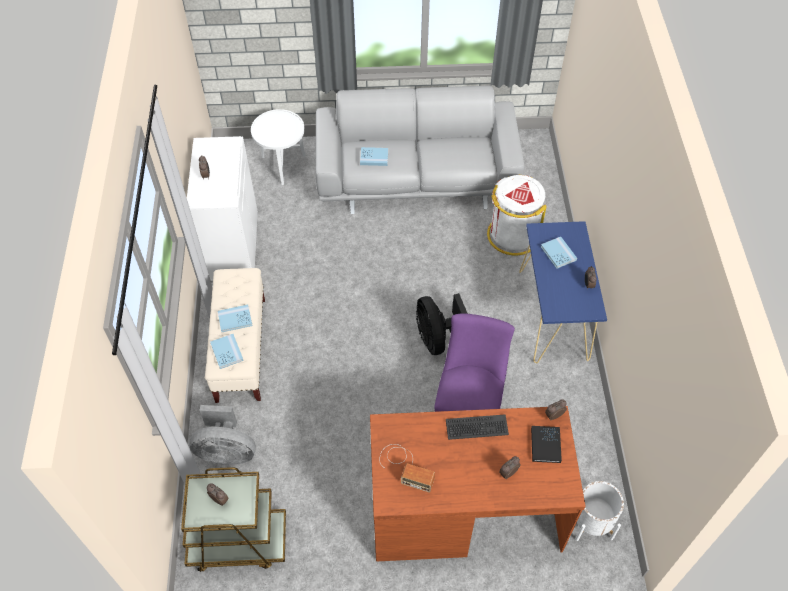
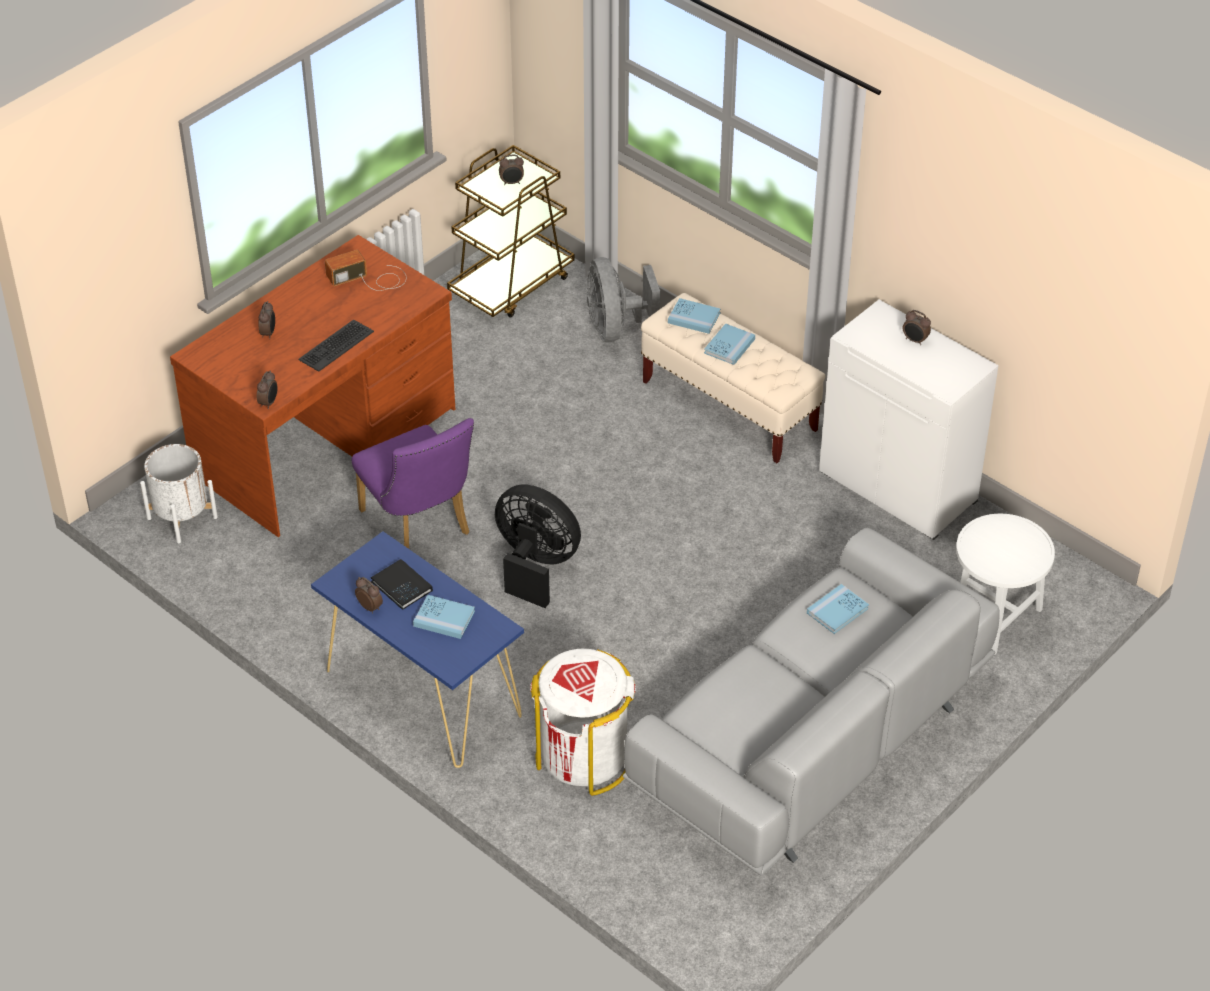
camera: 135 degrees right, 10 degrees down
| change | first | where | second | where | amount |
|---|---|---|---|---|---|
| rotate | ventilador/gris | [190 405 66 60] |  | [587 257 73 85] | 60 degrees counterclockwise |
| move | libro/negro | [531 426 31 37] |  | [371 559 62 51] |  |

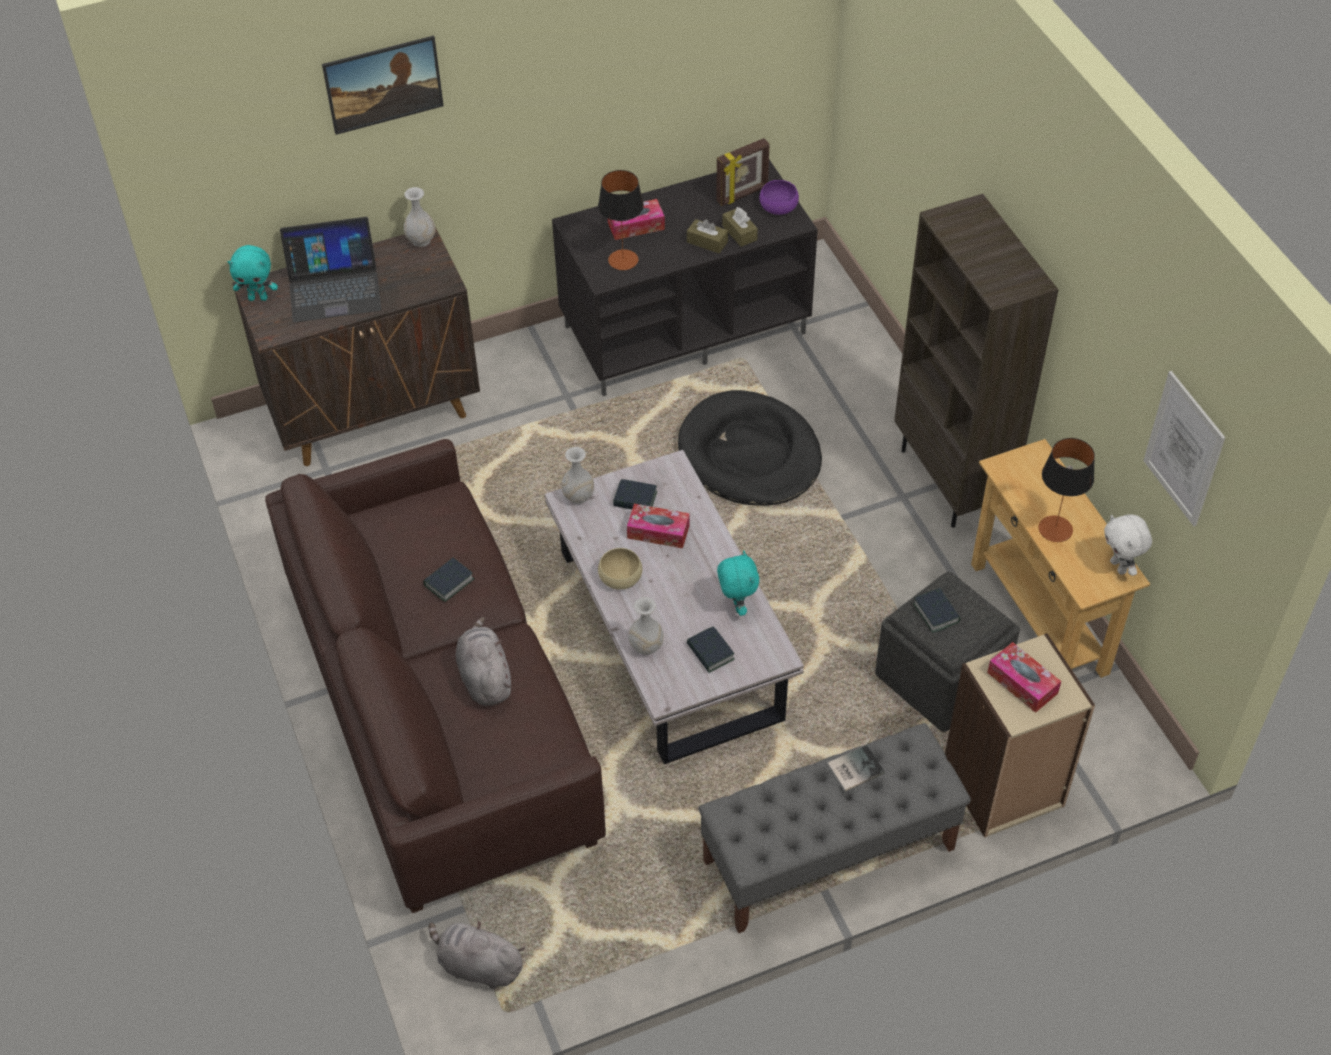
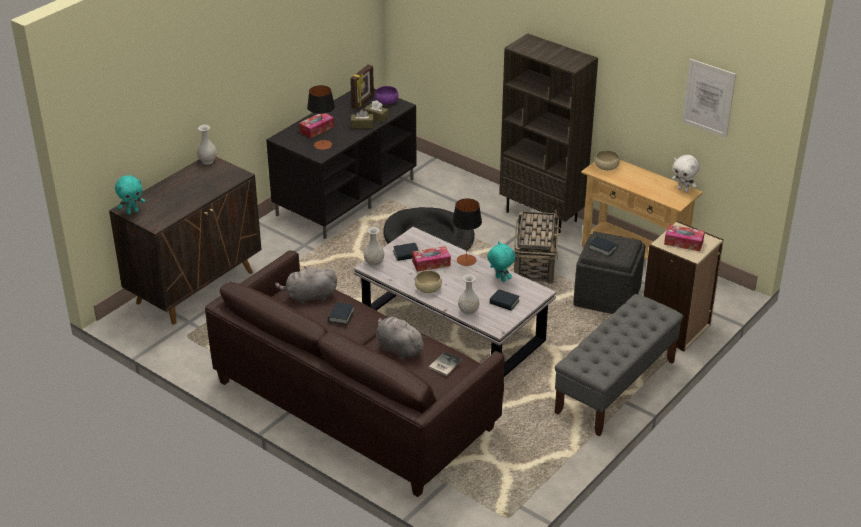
camera: 30 degrees left, 15 degrees down
| change | first | where | second | where | amount |
|---|---|---|---|---|---|
| delete | portátil | [280 217 101 106] |  |  |  |
| delete | cuadro | [322 36 122 99] |  |  |  |
| move | peluche/gris | [429 921 96 68] |  | [275 266 62 38] |  |
| move | libro | [827 745 58 46] |  | [429 352 34 24] |  |
| move | lámpara de mesa | [1039 438 56 104] |  | [452 198 30 68] |  |
| insert |  |  | cesta | [514 209 48 75] |  |
| insert |  |  | cuenco/beis | [595 150 25 20] |  |

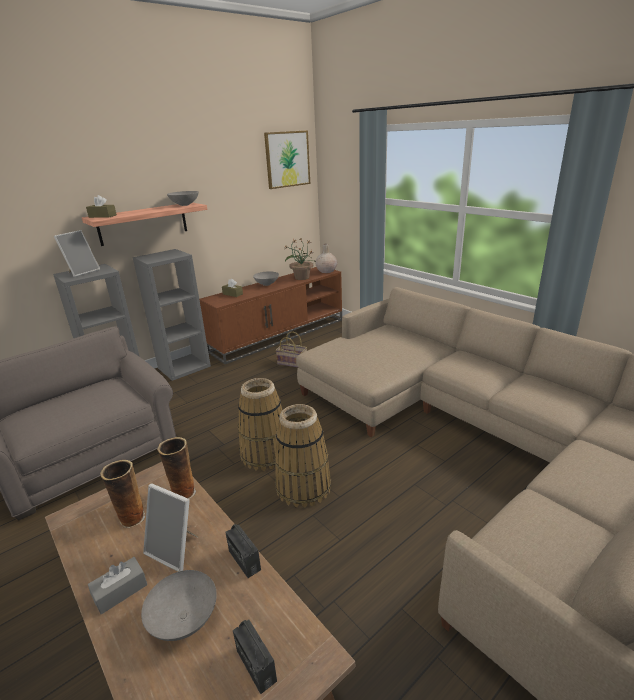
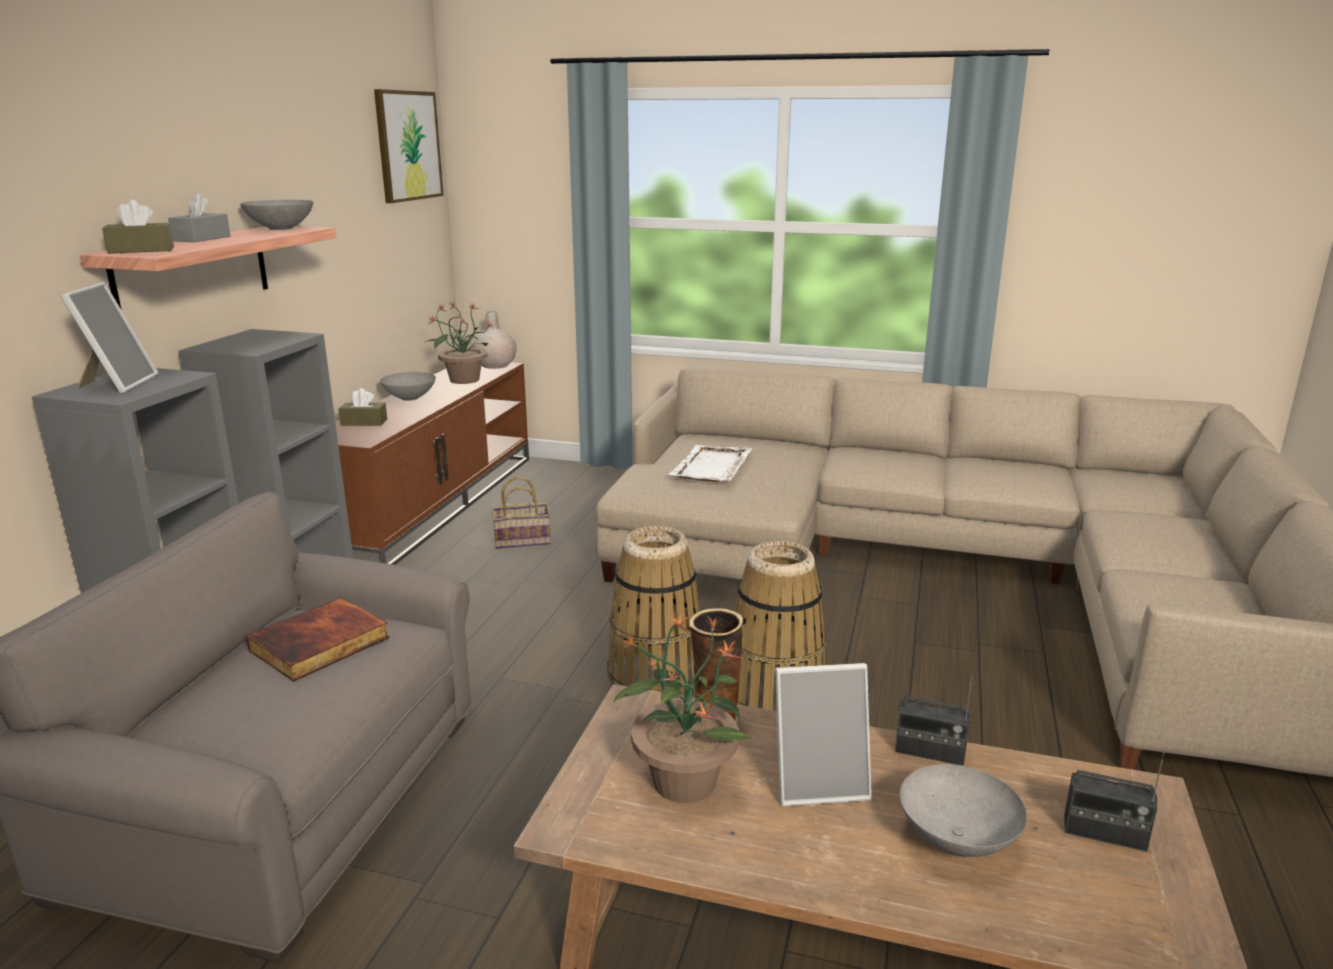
camera: 35 degrees left, 5 degrees down
| change | first | where | second | where | amount |
|---|---|---|---|---|---|
| move | caja de pañuelos/gris | [88 557 60 57] |  | [168 193 63 49] |  |
| replace | florero | [100 460 45 68] | planta en maceta | [613 613 137 190] |  |
| insert |  |  | libro | [246 597 144 85] |  |
| insert |  |  | bandeja/blanco | [668 445 85 37] |  |

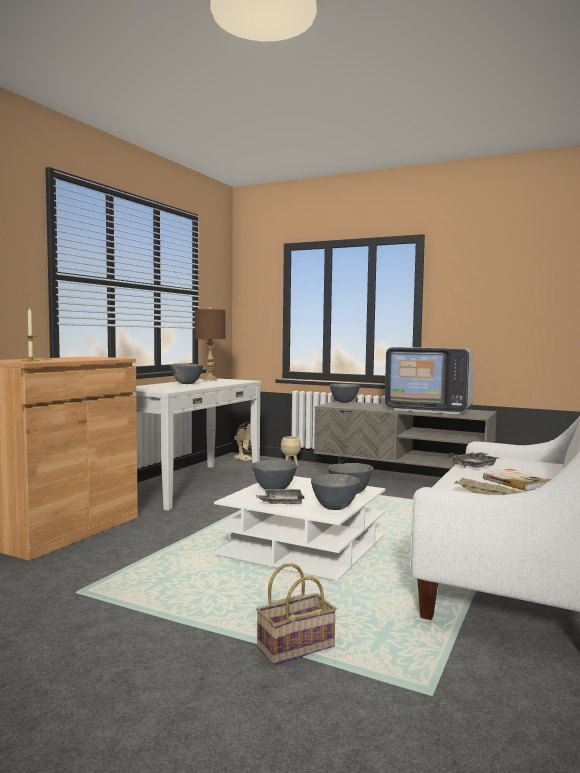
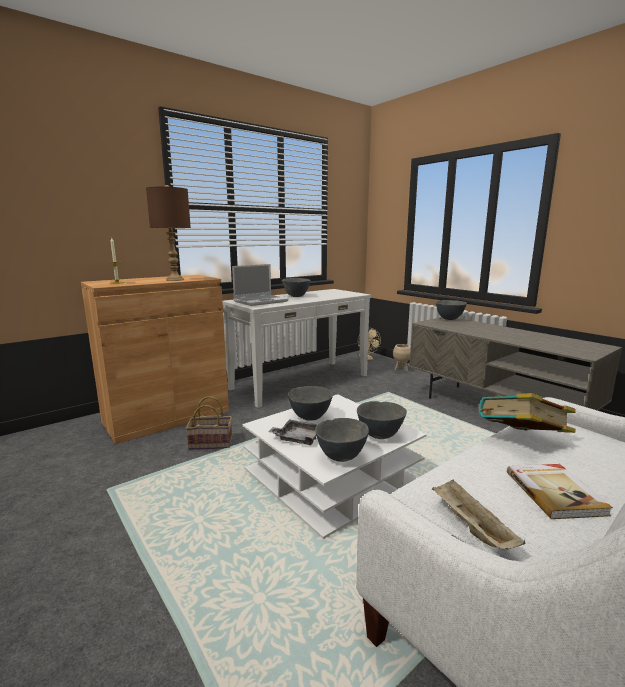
camera: 25 degrees right, 10 degrees up
| change | first | where | second | where | amount |
|---|---|---|---|---|---|
| move | lámpara de mesa/marrón | [195 307 31 74] |  | [146 185 45 96] |  |
| move | cesta | [256 563 81 103] |  | [186 396 46 54] |  |
| delete | televisor | [385 347 89 67] |  |  |  |
| replace | bandeja/gris | [449 452 50 16] | libro | [479 393 97 40] |  |
| insert |  |  | portátil | [232 264 56 42] |  |

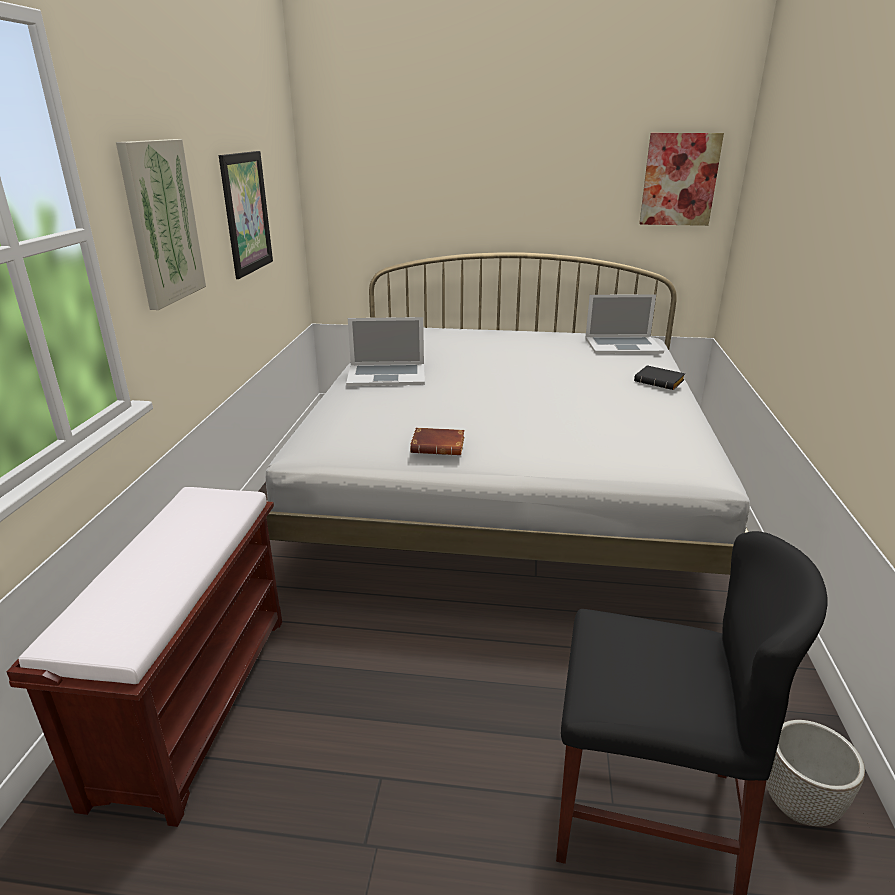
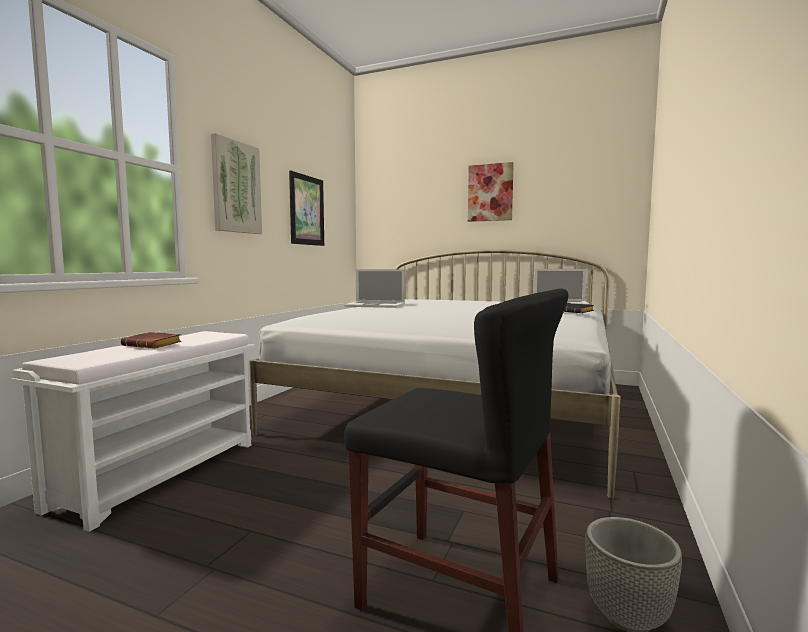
camera: 15 degrees right, 20 degrees down
| change | first | where | second | where | amount |
|---|---|---|---|---|---|
| recolor | banco/marrón | [6 487 276 340] | banco/blanco | [12 331 243 201] |  |
| move | libro/marrón | [410 428 54 27] |  | [121 332 60 17] |  |
| move | cuadro | [639 133 85 93] |  | [468 162 46 60] |  |

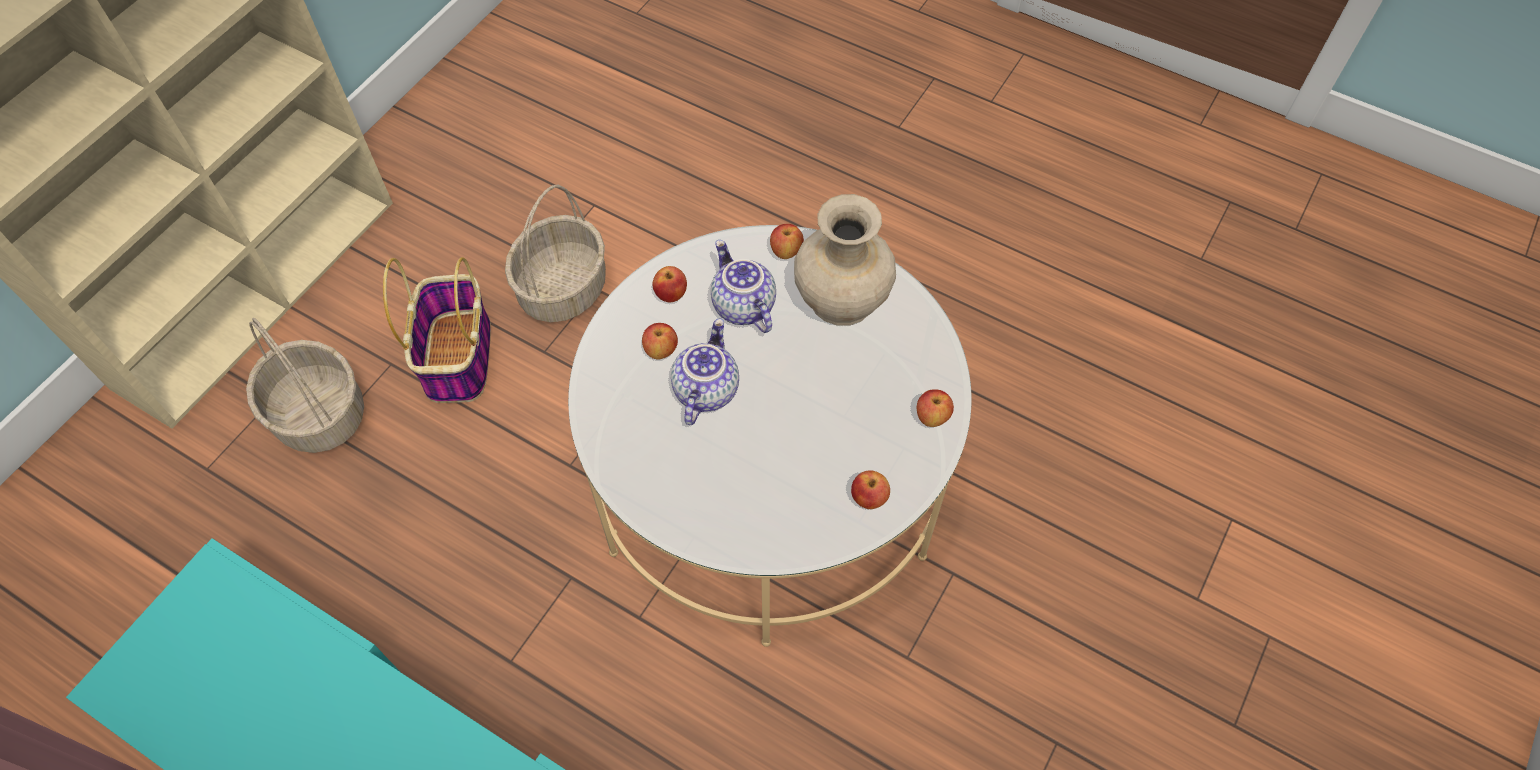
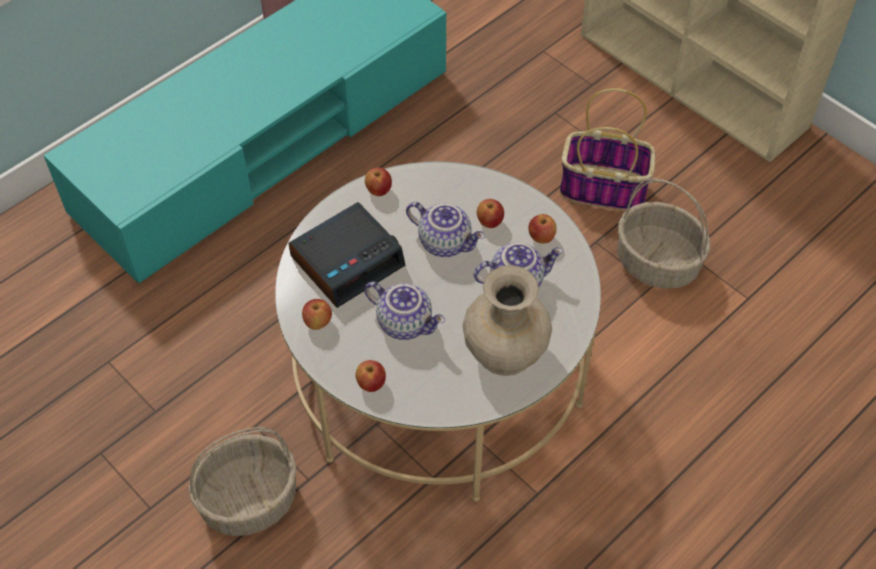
camera: 105 degrees right, 5 degrees down
| change | first | where | second | where | amount |
|---|---|---|---|---|---|
| move | cesta | [246 318 118 135] |  | [188 427 109 109] |  |
| move | manzana | [770 224 34 35] |  | [365 167 27 29] |  |
| insert |  |  | despertador | [288 202 117 106] |  |
| insert |  |  | tetera | [364 281 81 59] |  |

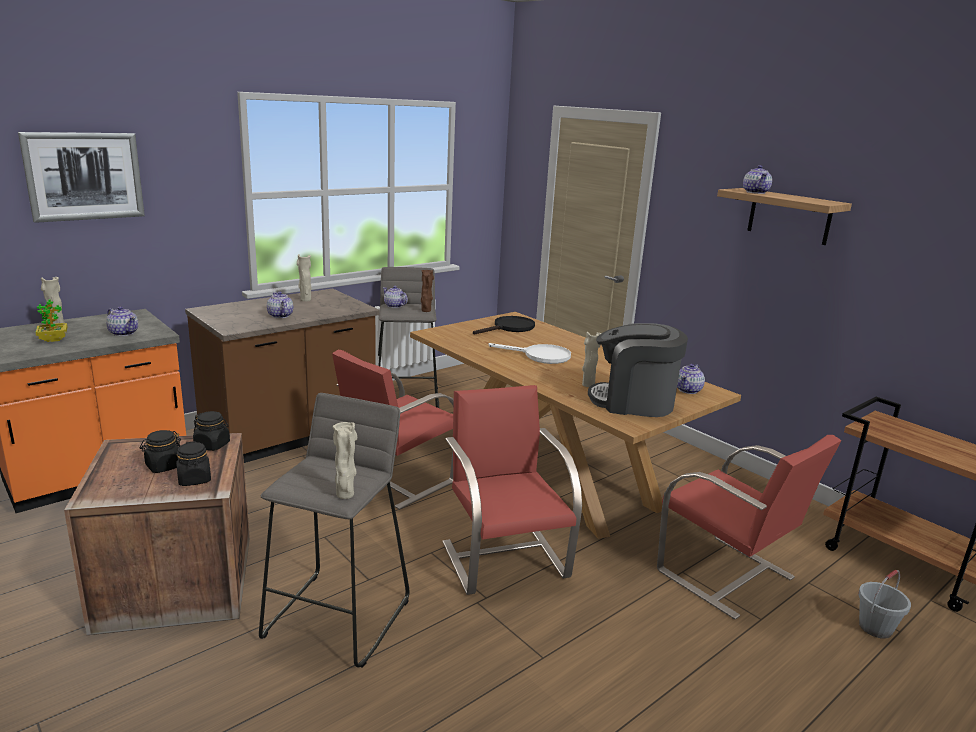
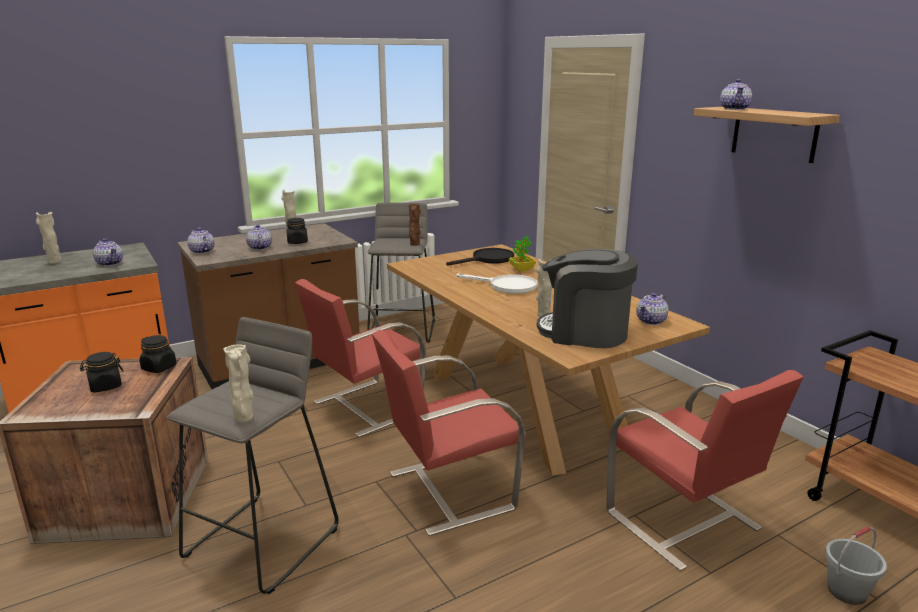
camera: 10 degrees right, 0 degrees up
| change | first | where | second | where | amount |
|---|---|---|---|---|---|
| delete | cuadro | [18 132 127 91] |  |  |  |
| move | planta en maceta | [36 300 32 42] |  | [509 236 27 36] |  |
| move | tarro/negro | [176 441 35 45] |  | [286 218 22 26] |  |
| move | tetera | [383 286 25 22] |  | [187 228 28 26] |  |
| rotate | silla/rojo | [443 385 139 210] |  | [372 330 154 206] | 105 degrees counterclockwise |

